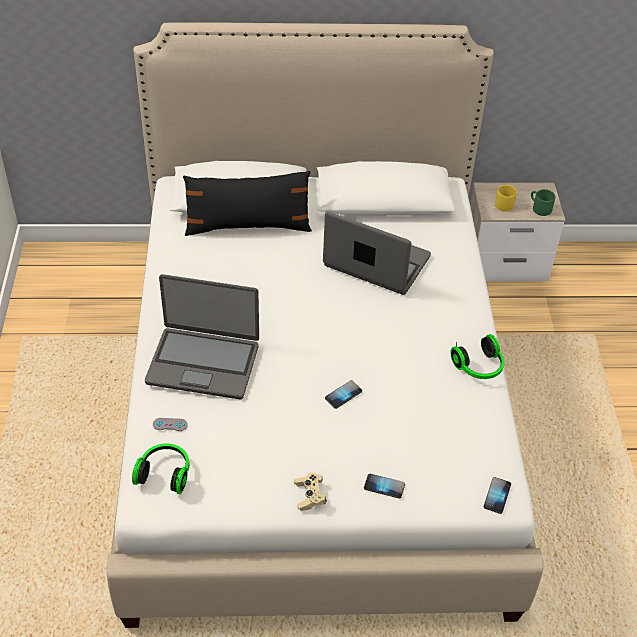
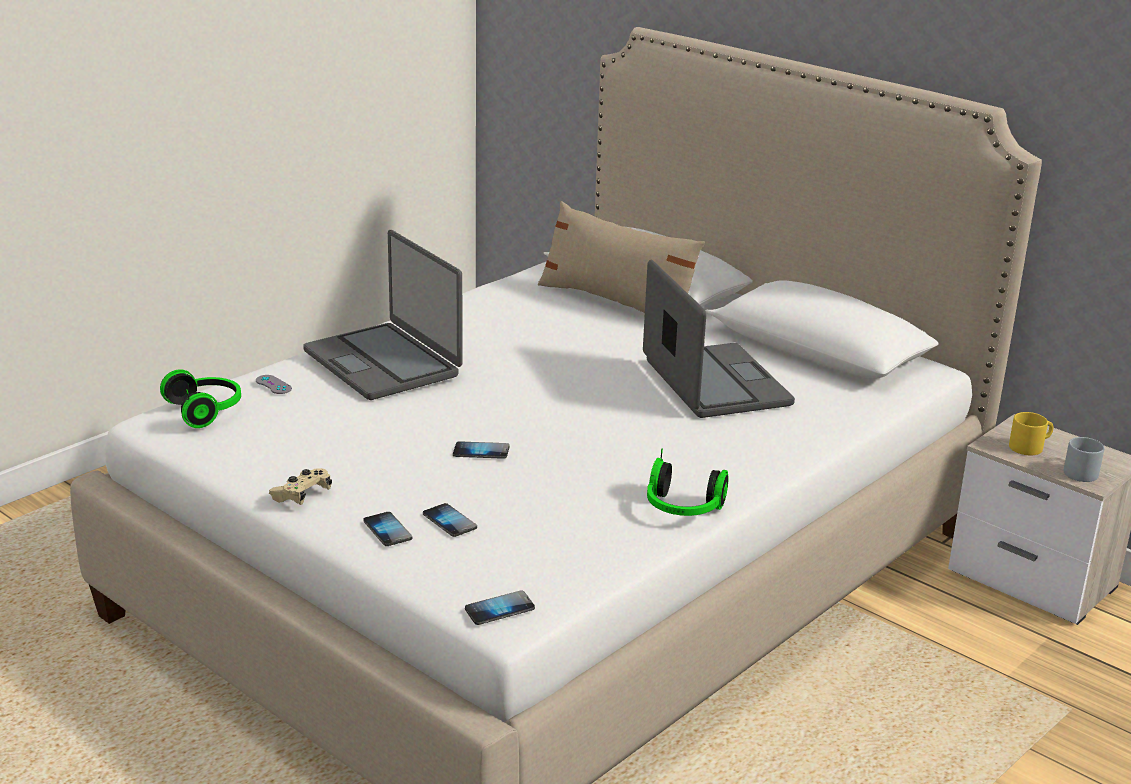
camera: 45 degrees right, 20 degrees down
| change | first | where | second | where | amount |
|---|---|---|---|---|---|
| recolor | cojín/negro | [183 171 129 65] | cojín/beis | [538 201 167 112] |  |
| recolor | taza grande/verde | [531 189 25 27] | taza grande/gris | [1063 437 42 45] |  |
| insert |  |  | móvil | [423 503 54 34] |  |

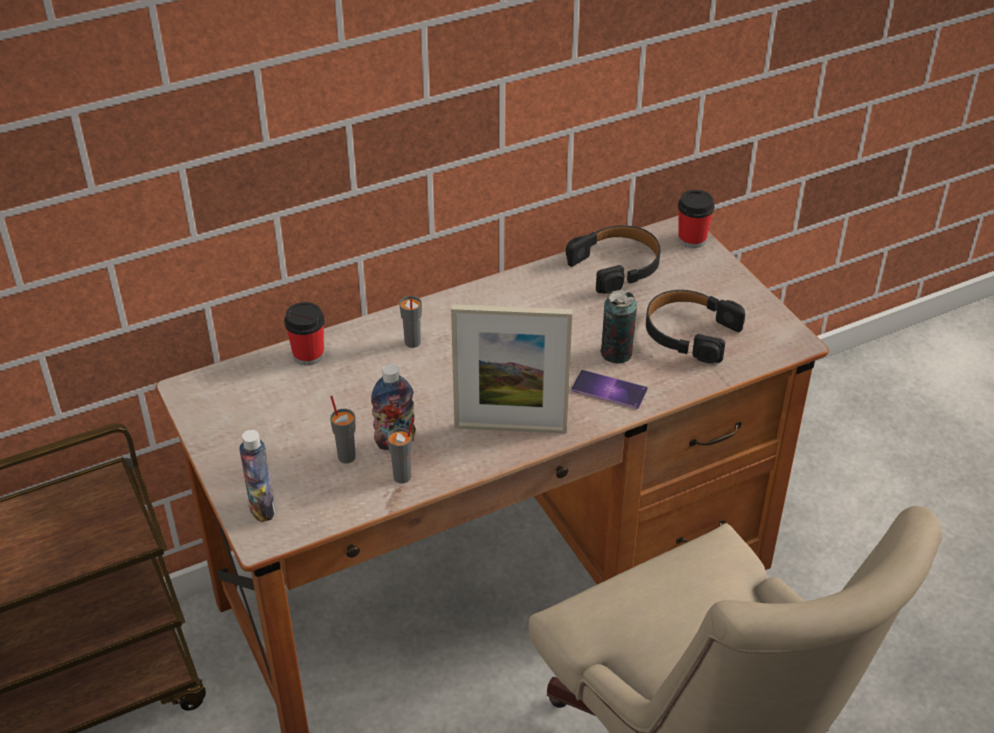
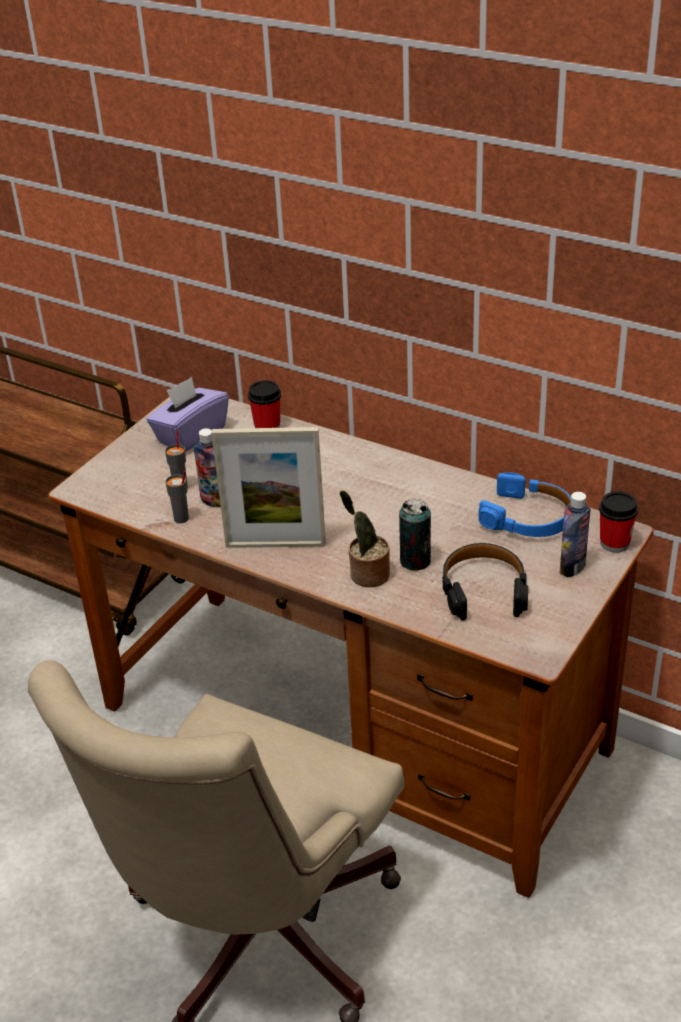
camera: 60 degrees right, 5 degrees down
| change | first | where | second | where | amount |
|---|---|---|---|---|---|
| move | botella | [239 430 36 92] |  | [560 492 31 85] |  |
| delete | taza/gris | [399 296 23 52] |  |  |  |
| rotate | portarretratos | [451 304 122 130] |  | [212 427 114 121] | 60 degrees counterclockwise |
| recolor | auriculares/negro | [566 225 95 69] | auriculares/azul | [478 472 93 65] |  |
| replace | móvil | [571 370 77 39] | planta en maceta | [340 490 50 97] |  |
| insert |  |  | caja de pañuelos/morado | [146 377 83 75] |  |

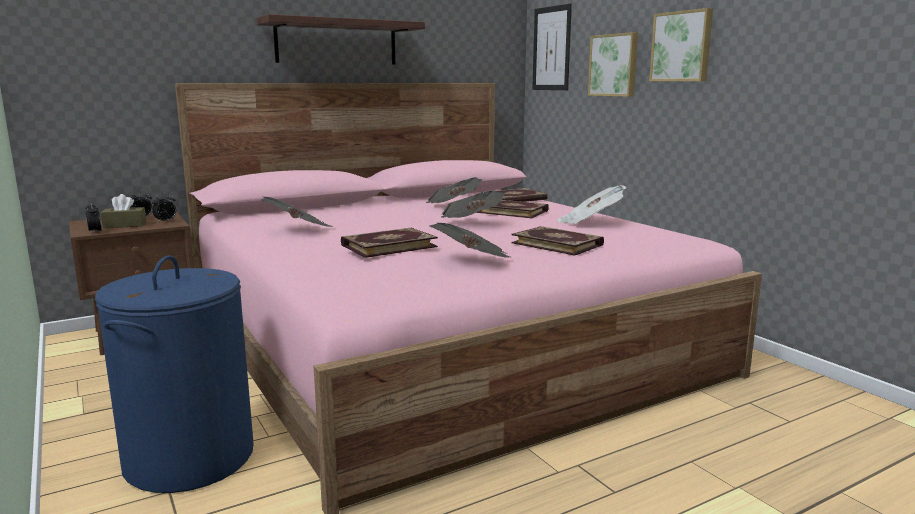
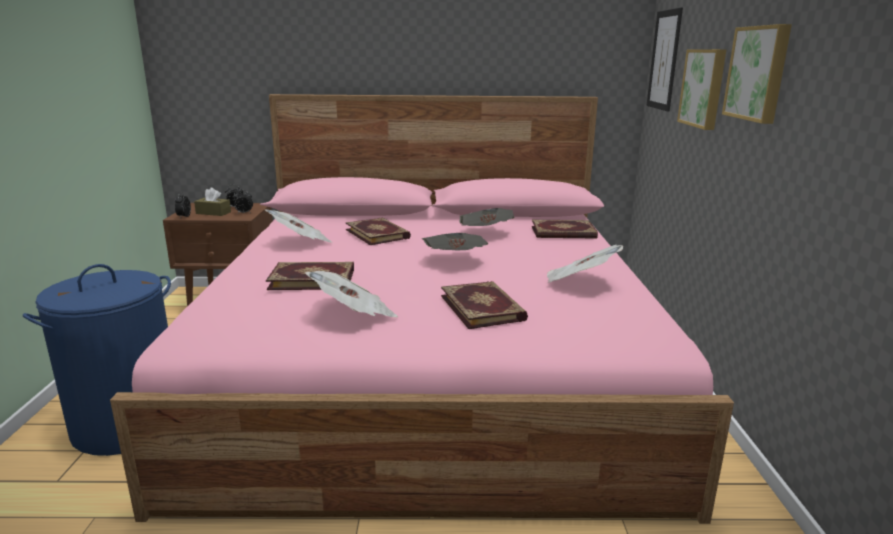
camera: 30 degrees right, 5 degrees up
| change | first | where | second | where | amount |
|---|---|---|---|---|---|
| delete | estante | [257 14 168 50] |  |  |  |
| move | libro | [477 200 72 18] |  | [345 218 66 27] |  |

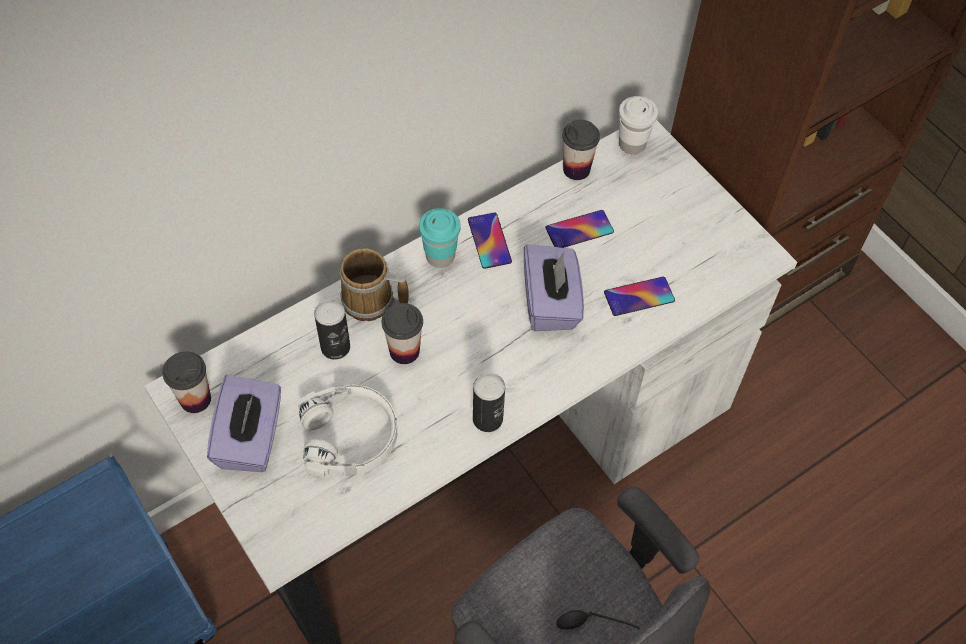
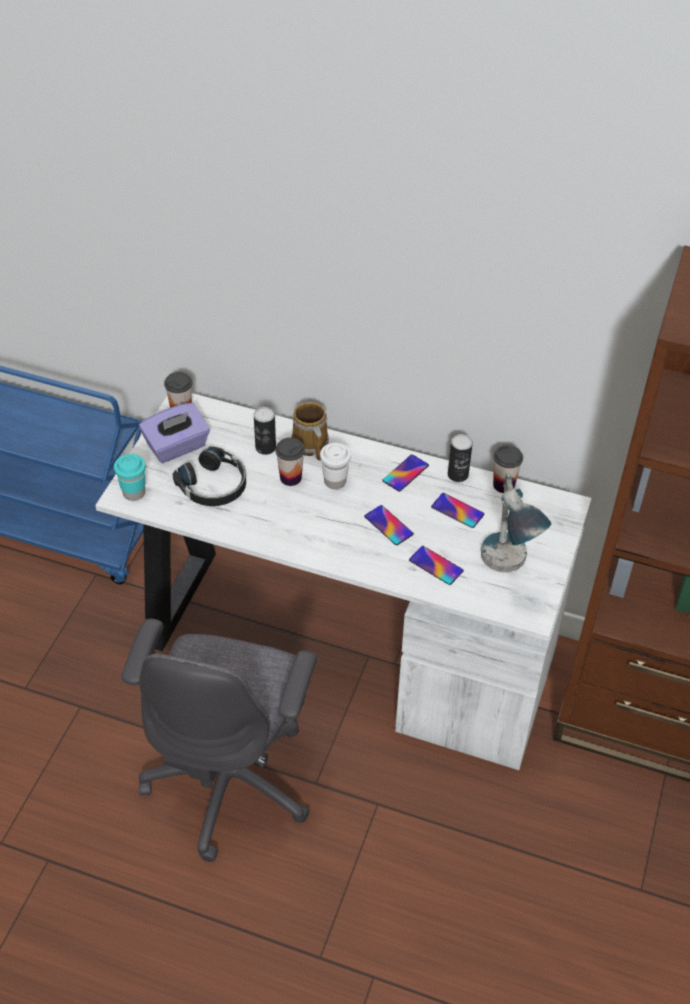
camera: 55 degrees right, 10 degrees down
| change | first | where | second | where | amount |
|---|---|---|---|---|---|
| recolor | auriculares/blanco | [298 385 99 93] | auriculares/negro | [172 446 74 60] |  |
| move | taza/turquesa | [419 208 41 60] |  | [114 454 32 47] |  |
| move | lata | [473 373 32 59] |  | [448 434 25 48] |  |
| replace | caja de pañuelos/morado | [524 244 60 87] | móvil | [364 505 50 40] |  |
| move | taza/blanco | [619 96 39 58] |  | [320 443 31 46] |  |
| insert |  |  | lámpara de mesa | [481 474 70 98] |  |

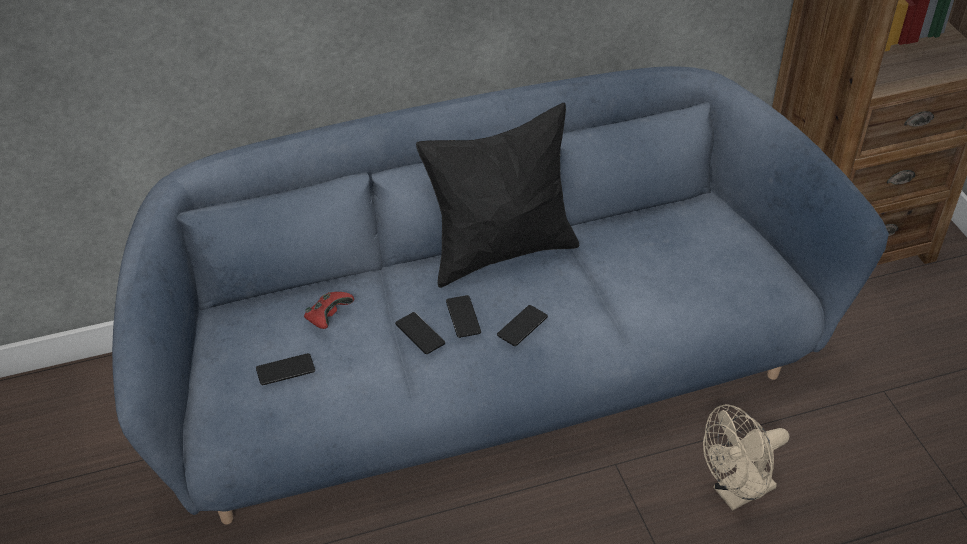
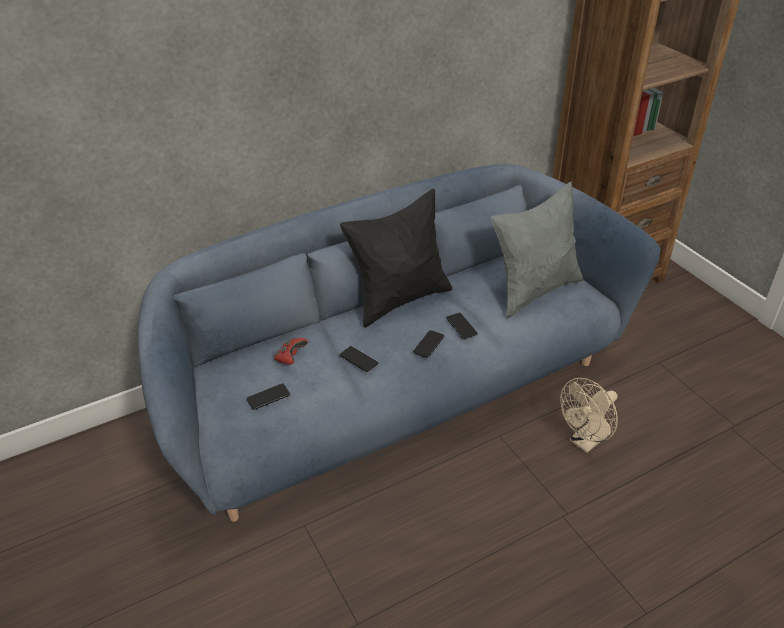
camera: 10 degrees left, 5 degrees down
| change | first | where | second | where | amount |
|---|---|---|---|---|---|
| move | móvil | [446 295 35 43] |  | [446 313 32 26] |  |
| insert |  |  | cojín/gris | [491 181 92 138] |  |

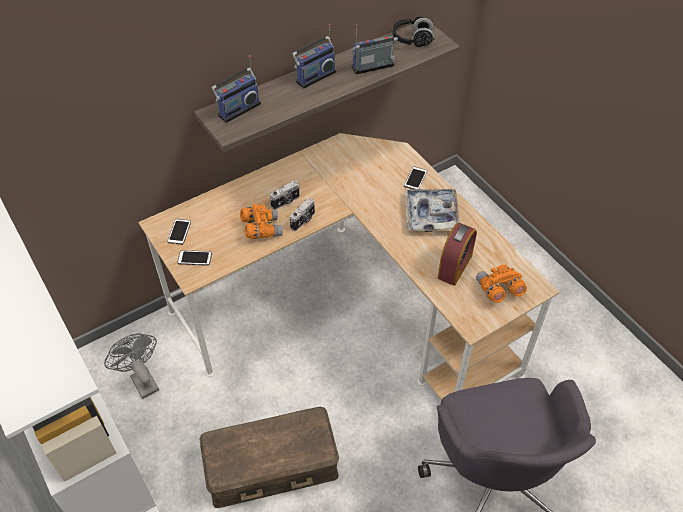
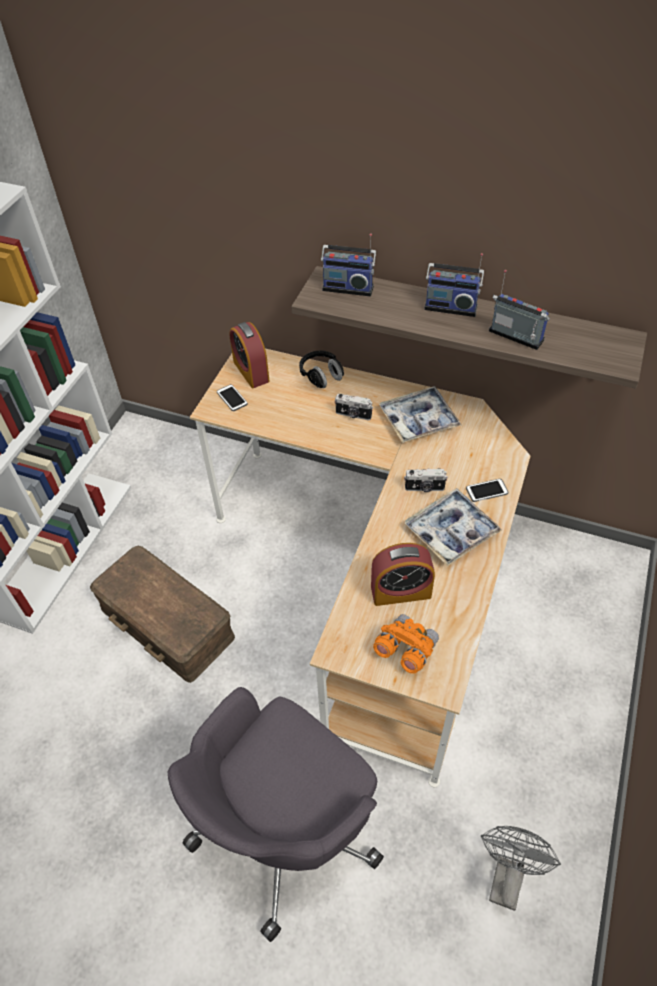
camera: 55 degrees right, 0 degrees up
| change | first | where | second | where | amount |
|---|---|---|---|---|---|
| move | ventilador/gris | [104 333 55 66] |  | [481 826 80 85] |  |
| replace | móvil | [167 219 24 26] | despertador | [229 322 41 66] |  |
| delete | prismáticos/naranja | [240 204 43 35] |  |  |  |
| move | cámara | [290 198 25 33] |  | [404 468 44 24] |  |
| move | auriculares/negro | [393 17 42 30] |  | [299 350 45 38] |  |
| insert |  |  | bandeja | [379 386 82 57] |  |

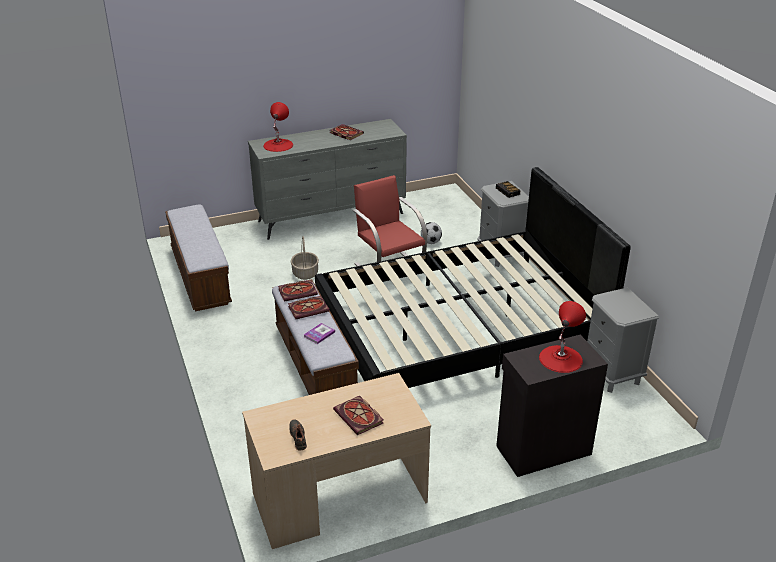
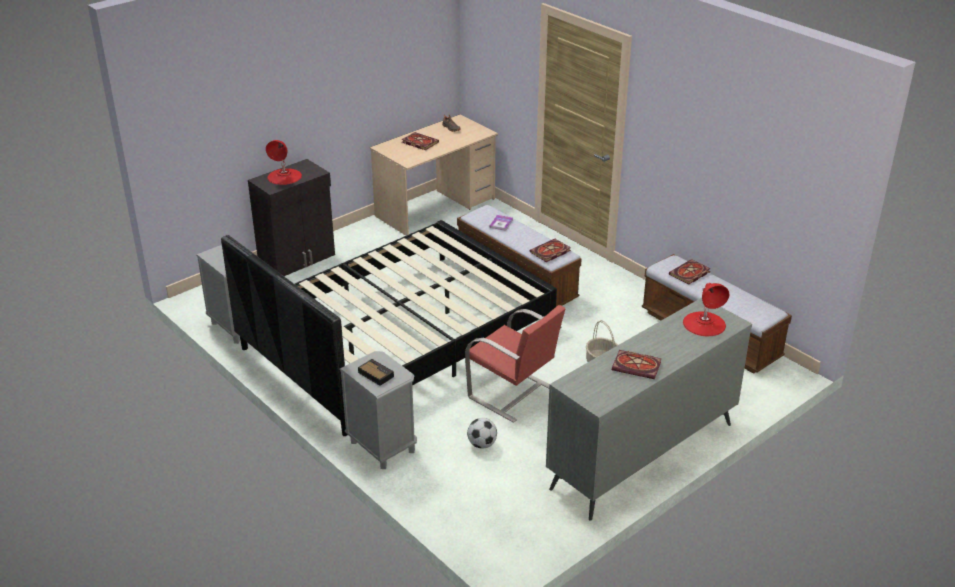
camera: 160 degrees right, 0 degrees up
| change | first | where | second | where | amount |
|---|---|---|---|---|---|
| move | libro | [288 296 42 23] |  | [669 259 42 26] |  |

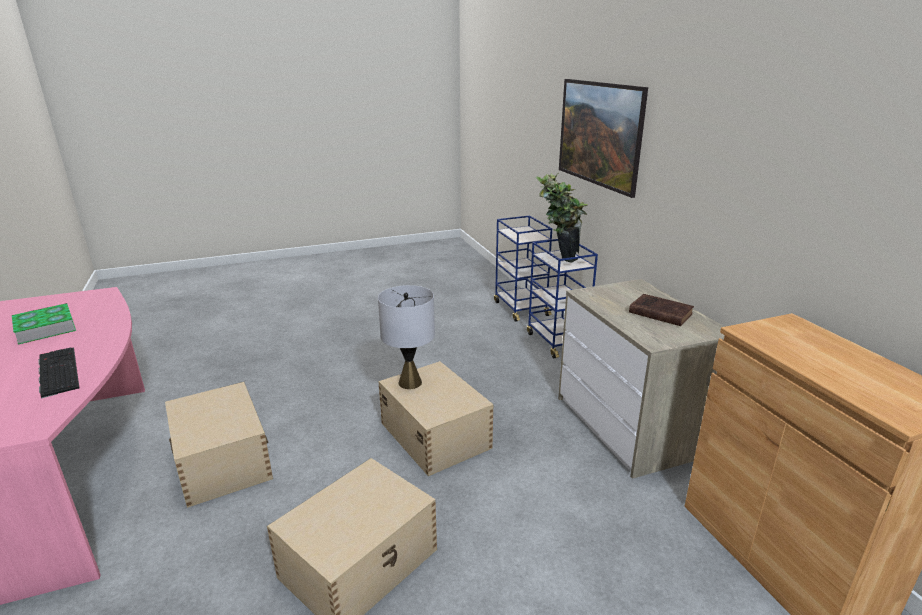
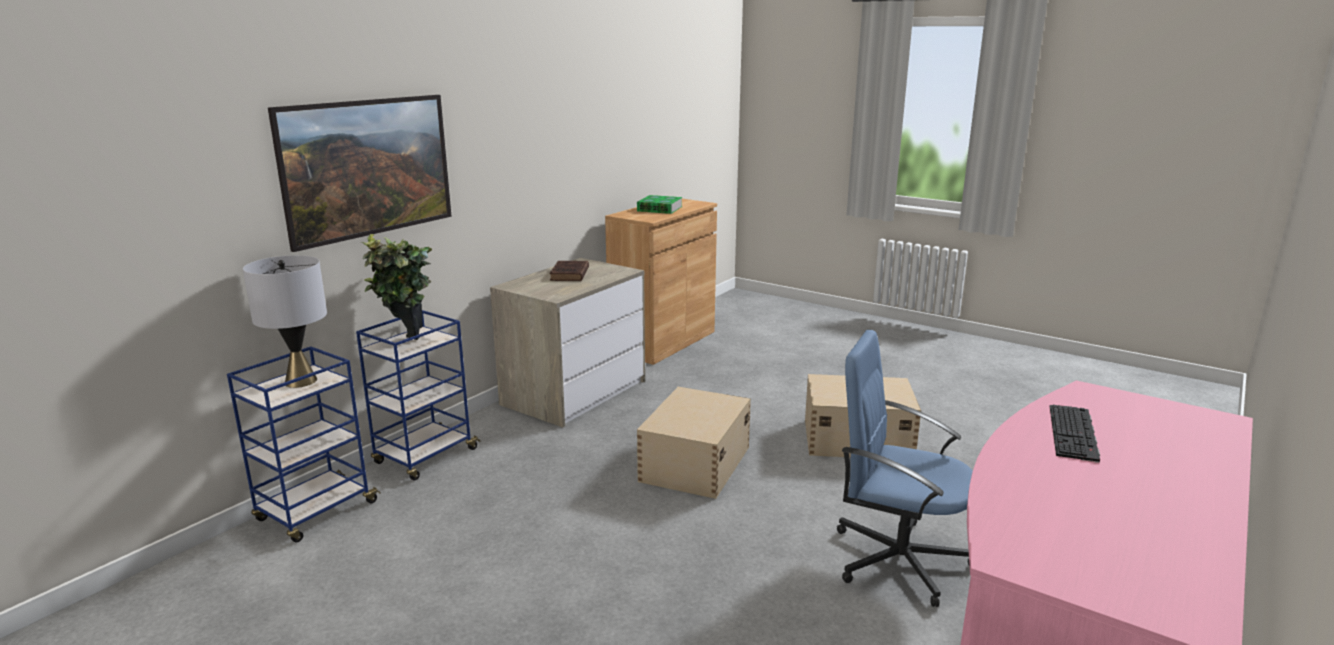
camera: 125 degrees left, 5 degrees down
| change | first | where | second | where | amount |
|---|---|---|---|---|---|
| move | libro | [12 303 64 42] |  | [637 195 45 19] |  |
| replace | caja de almacenaje/beis | [165 382 108 126] | silla de oficina/azul | [837 330 136 277] |  |
| move | lámpara de mesa/gris | [378 285 57 104] |  | [243 255 84 133] |  |

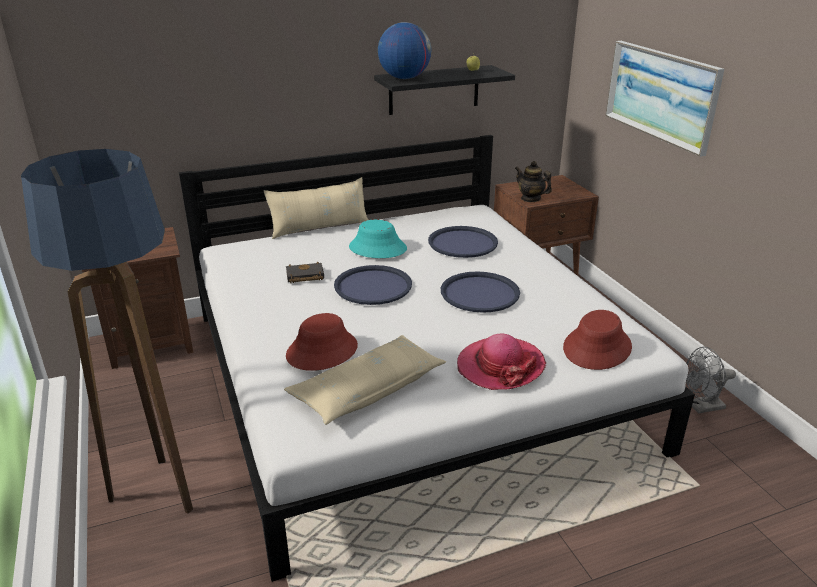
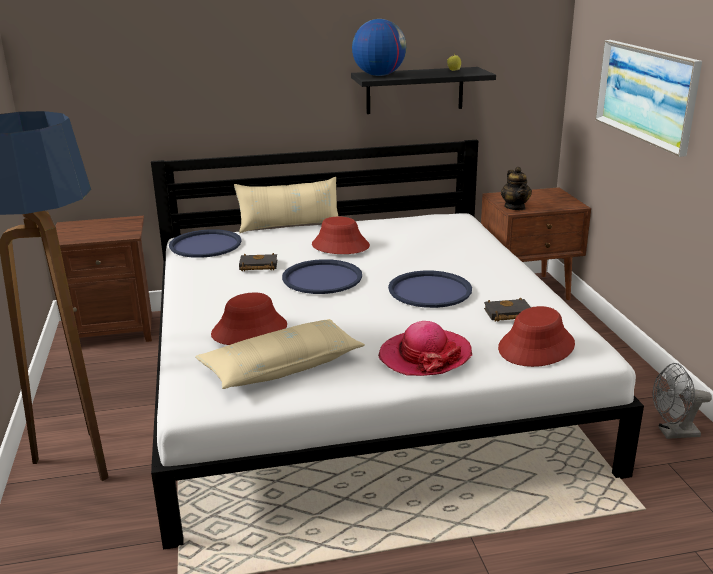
camera: 10 degrees right, 5 degrees down
| change | first | where | second | where | amount |
|---|---|---|---|---|---|
| recolor | sombrero/turquesa | [349 220 58 38] | sombrero/rojo | [312 217 58 37] |  |
| move | bandeja/azul | [428 226 70 32] |  | [169 229 73 29] |  |
| rotate | tetera | [515 161 37 41] |  | [501 167 31 43] | 150 degrees counterclockwise |
| insert |  |  | libro/negro | [484 297 47 25] |  |

